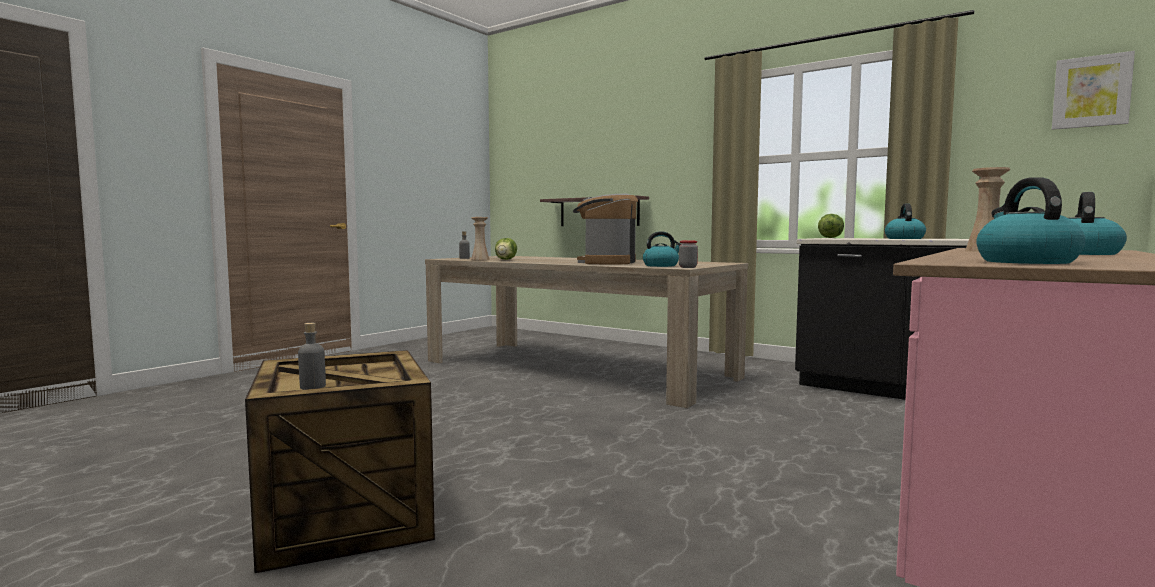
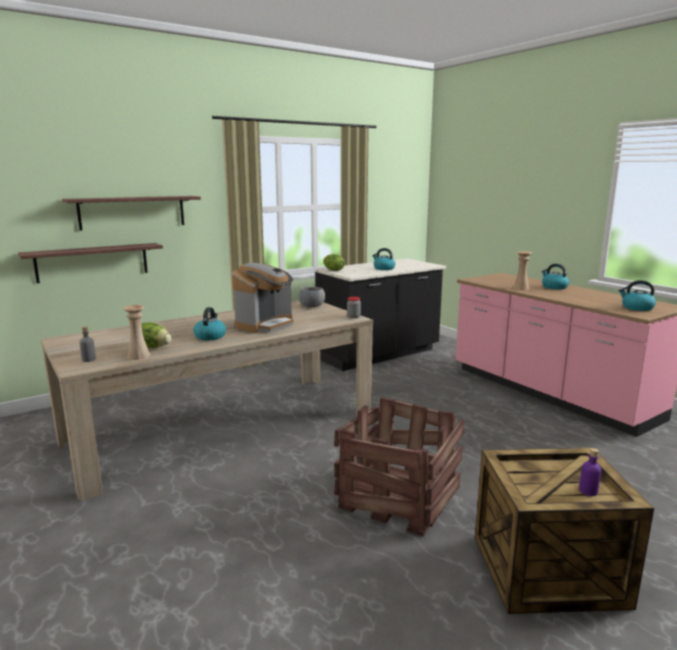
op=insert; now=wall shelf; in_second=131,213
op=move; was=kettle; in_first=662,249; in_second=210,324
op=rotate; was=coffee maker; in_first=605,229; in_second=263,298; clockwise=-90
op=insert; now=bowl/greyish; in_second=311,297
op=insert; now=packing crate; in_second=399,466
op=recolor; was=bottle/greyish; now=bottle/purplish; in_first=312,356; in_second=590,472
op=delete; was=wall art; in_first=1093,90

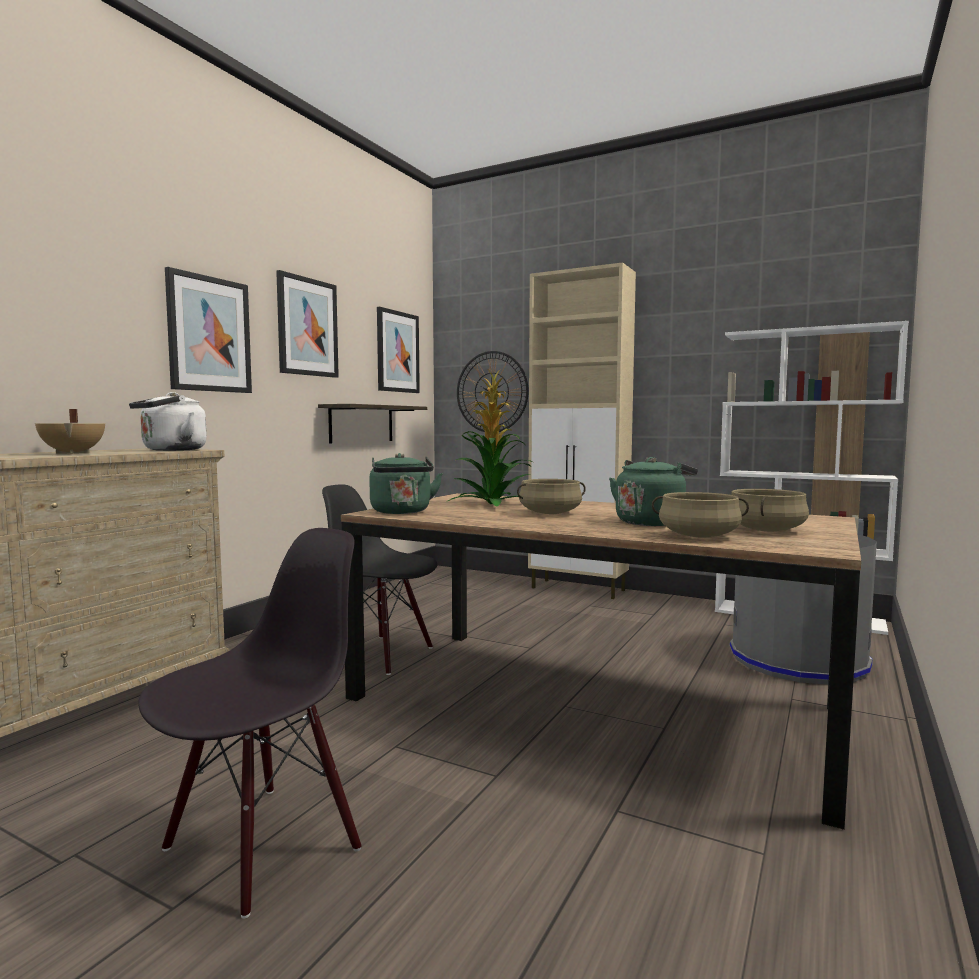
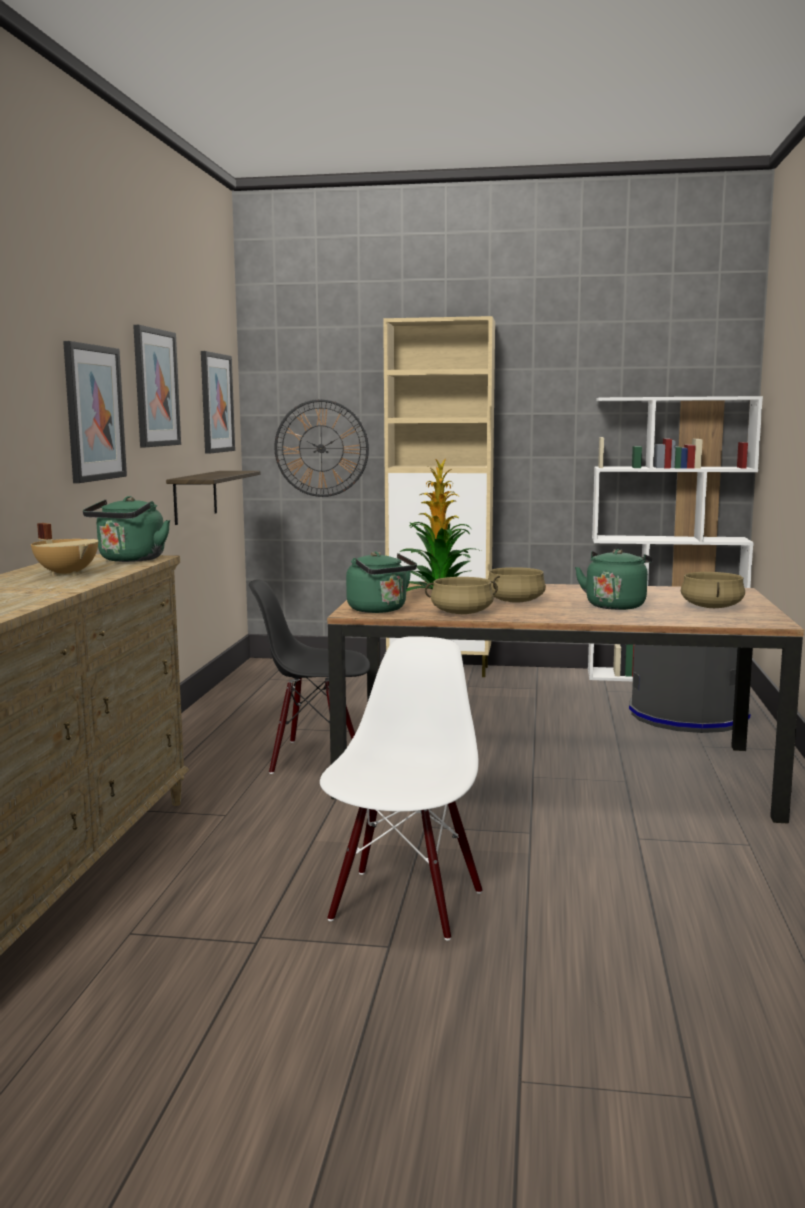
op=recolor; was=kettle/white; now=kettle/green-coloured; in_first=168,421; in_second=126,529
op=recolor; was=plain chair/blackish; now=plain chair/white; in_first=250,723; in_second=401,788
op=move; was=stockpot/beige-coloured; in_first=700,514; in_second=461,595

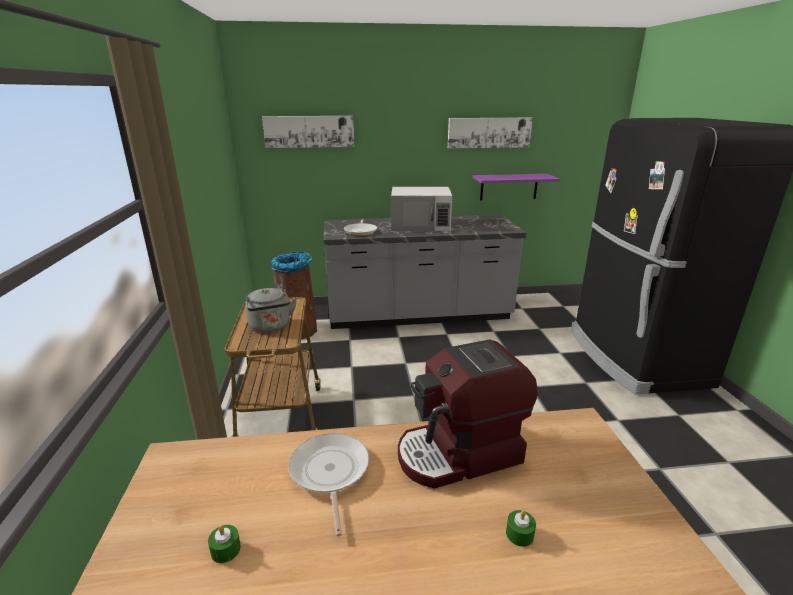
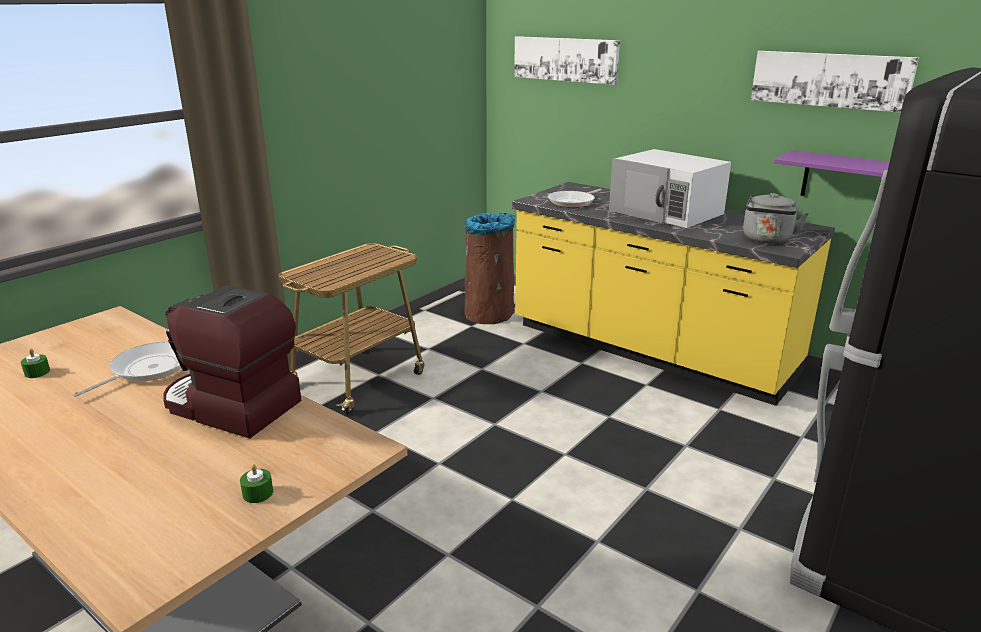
op=move; was=wax candle/green-coloured; in_first=521,528; in_second=256,483
op=recolor; was=kitchen base unit/greyish; now=kitchen base unit/yellowish; in_first=424,271; in_second=673,294
op=move; was=kettle/greyish; in_first=271,310; in_second=776,218

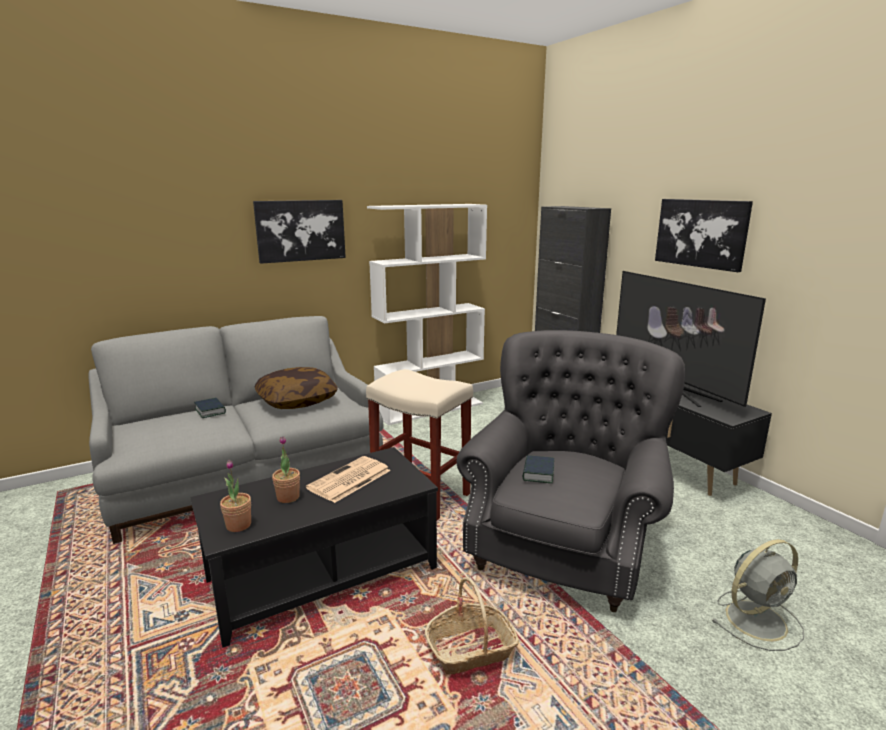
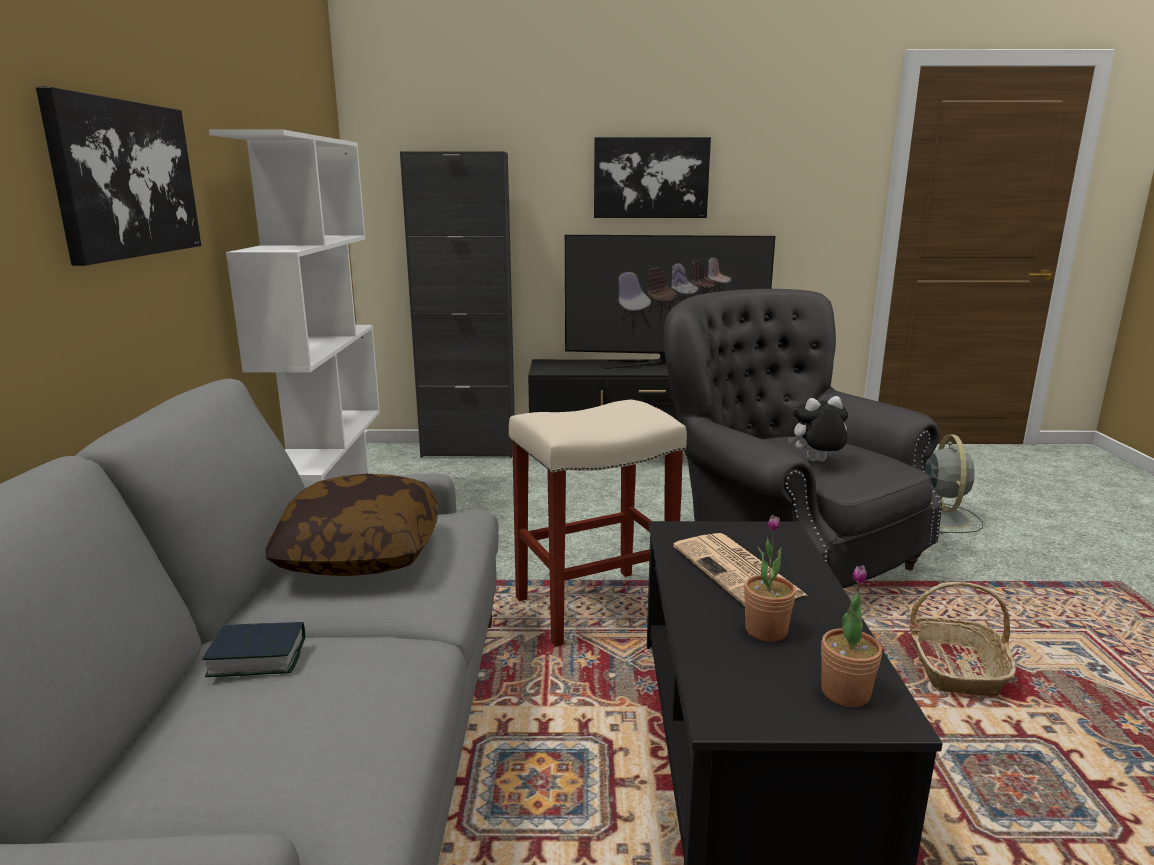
op=replace; was=volume; now=cuddly toy; in_first=538,469; in_second=818,428

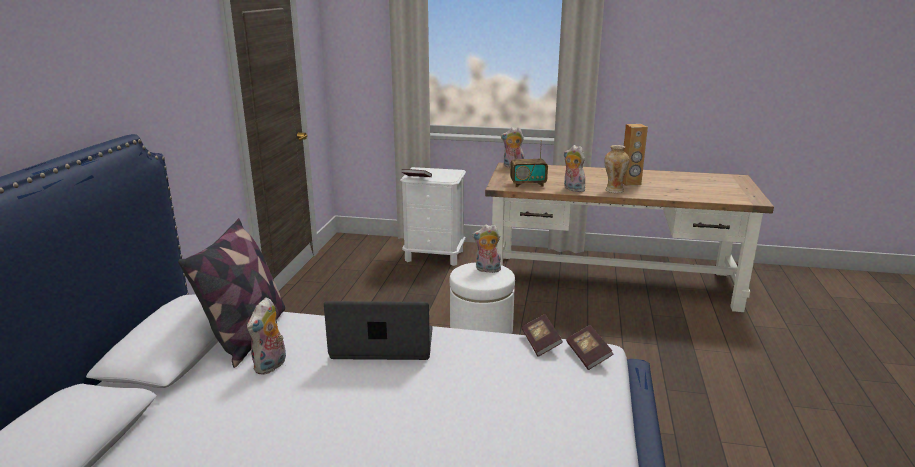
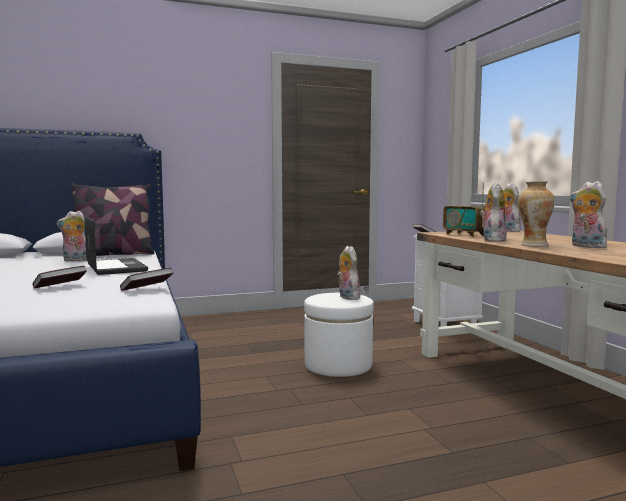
op=move; was=volume; in_first=589,347; in_second=60,277
op=replace; was=audio speaker/brown; now=cuddly toy; in_first=635,155; in_second=588,214

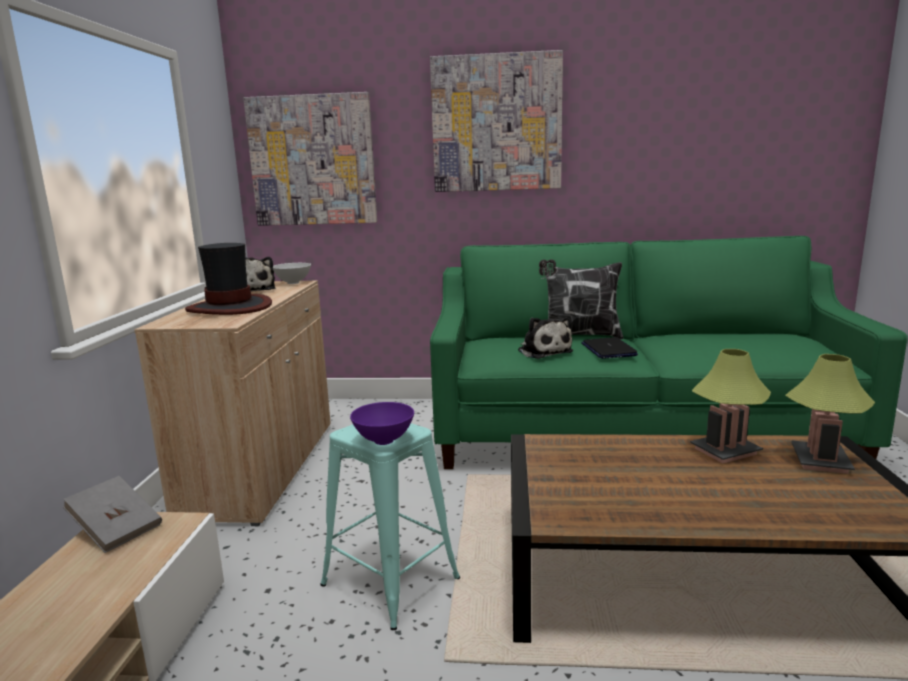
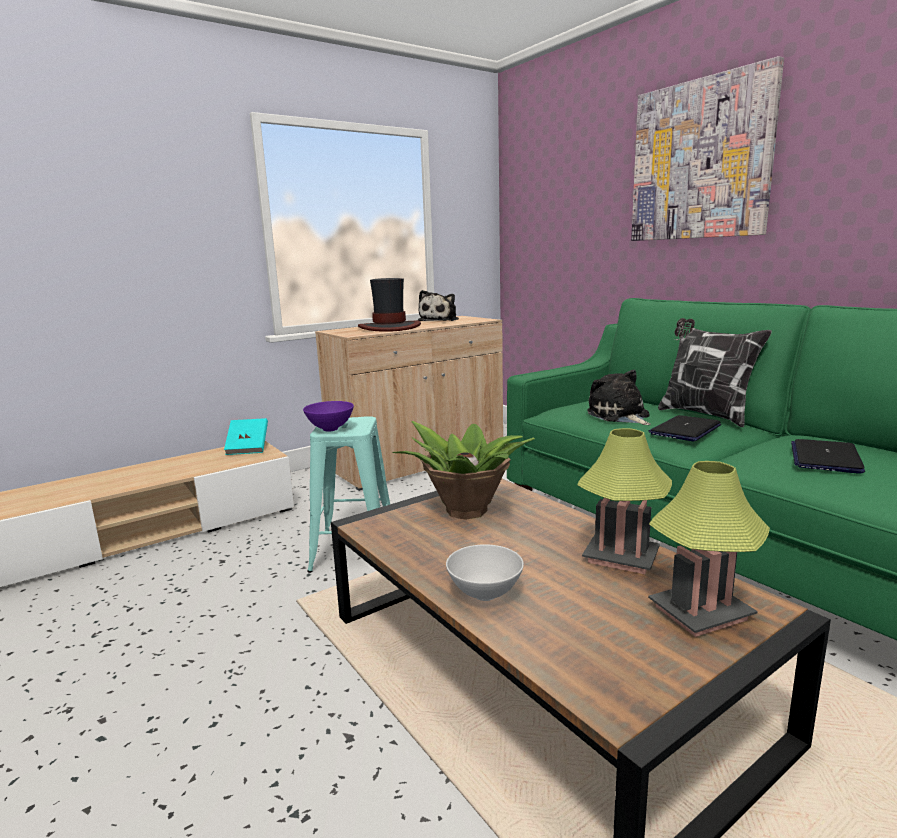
op=recolor; was=volume/greyish; now=volume/turquoise; in_first=112,514; in_second=246,436
op=insert; now=potted plant; in_second=463,470
op=move; was=bowl/white; in_first=292,273; in_second=485,572
op=rotate; was=cuddly toy; in_first=545,338; in_second=619,397; clockwise=135
op=insert; now=laptop; in_second=828,456
op=delete; was=wall art; in_first=310,159

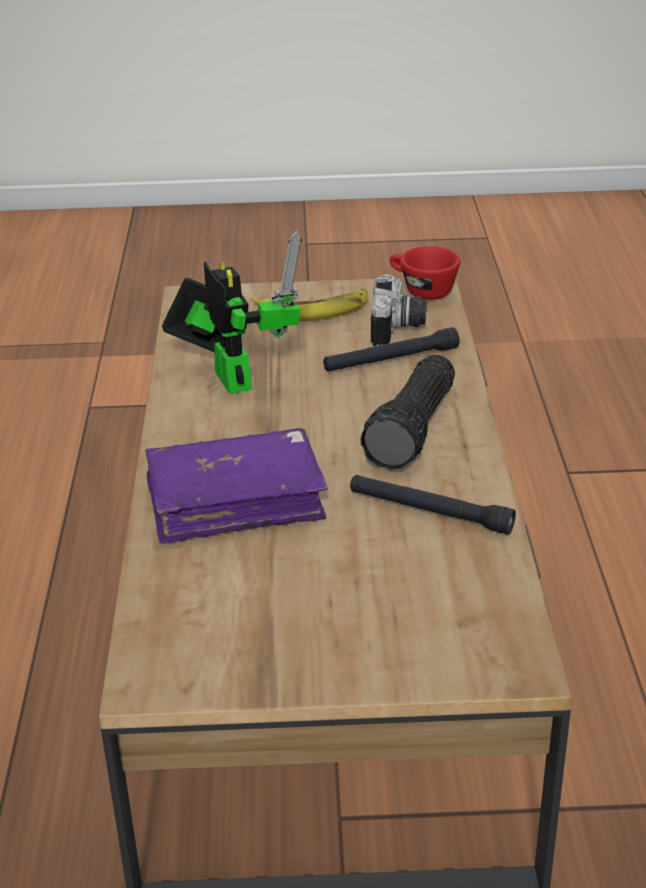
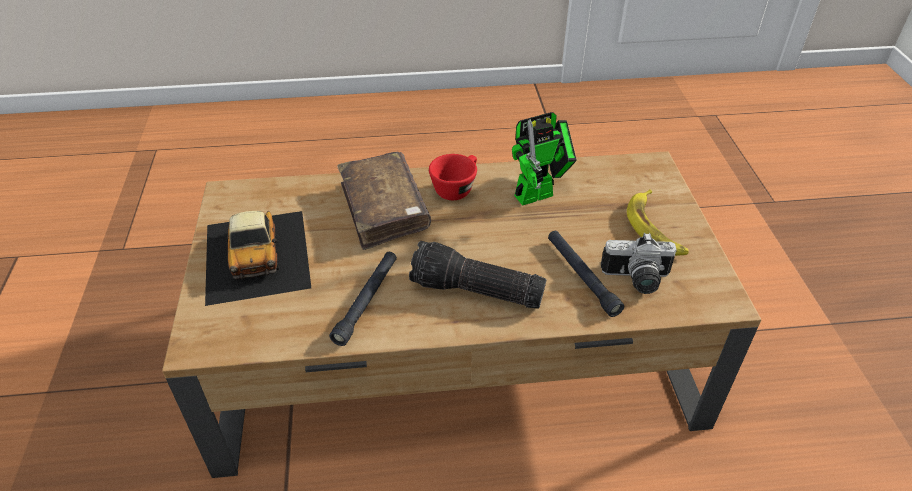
op=insert; now=model car; in_second=258,258
op=recolor; was=volume/purplish; now=volume/brown; in_first=236,486; in_second=384,201
op=move; was=small cup/red-coloured; in_first=425,273; in_second=453,177

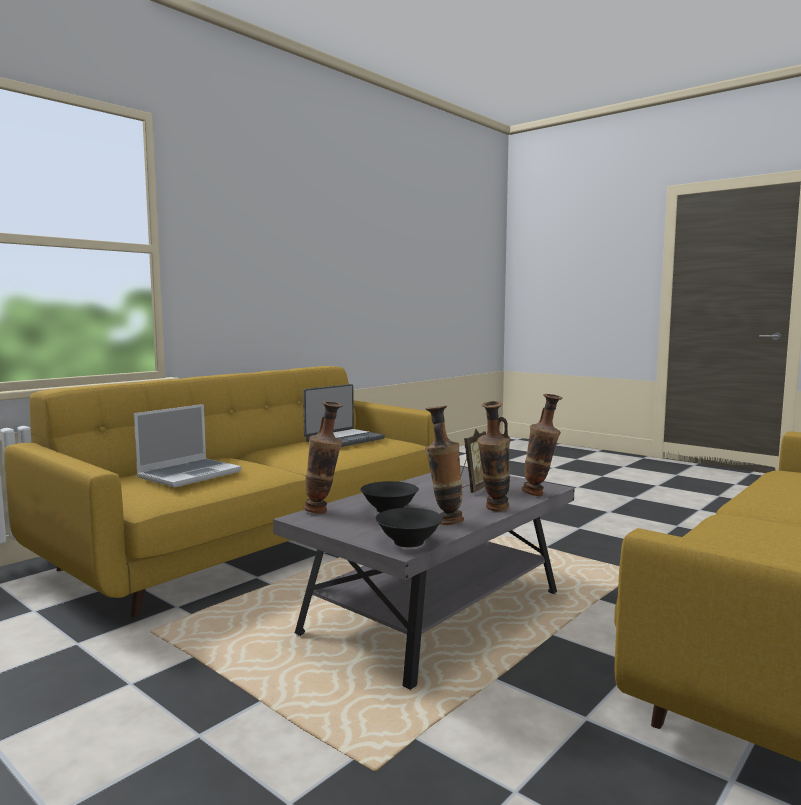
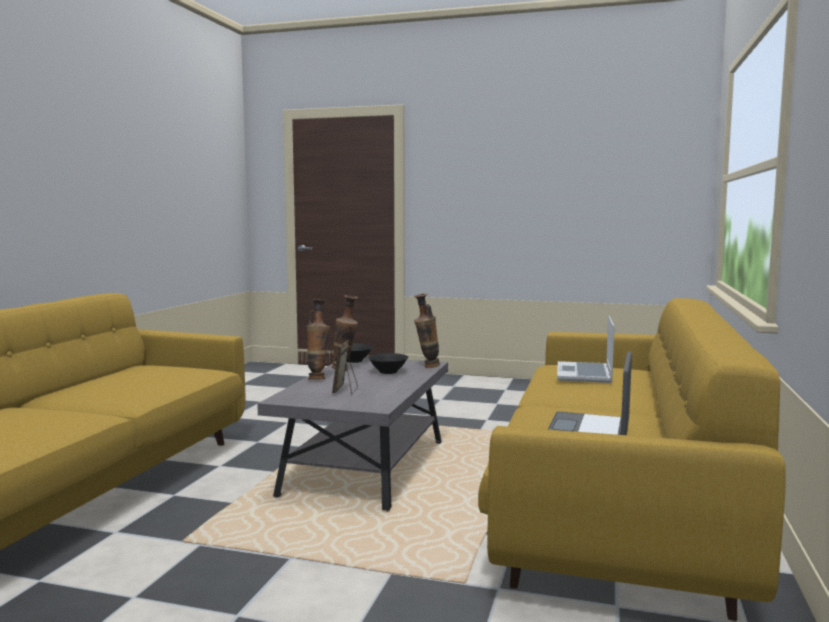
op=delete; was=vase; in_first=542,445

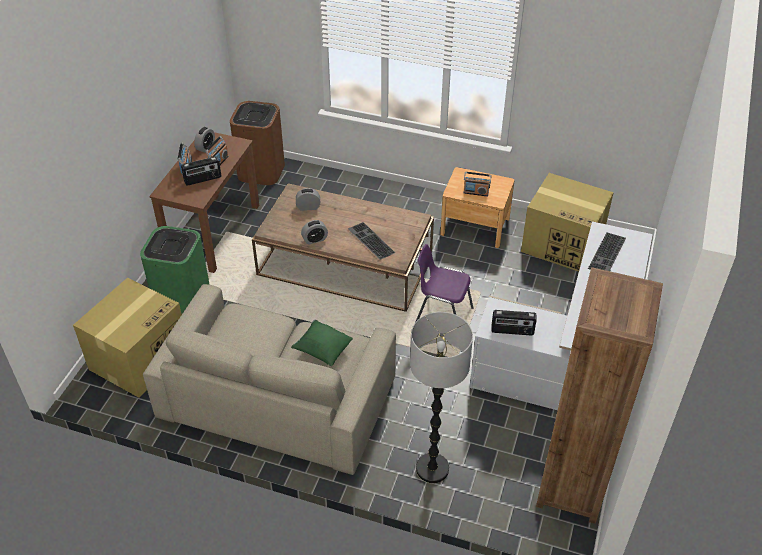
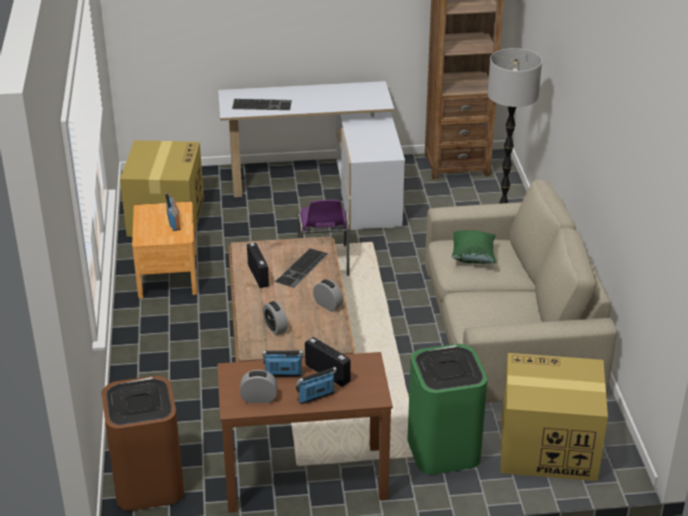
op=move; was=radio; in_first=514,323; in_second=258,265

